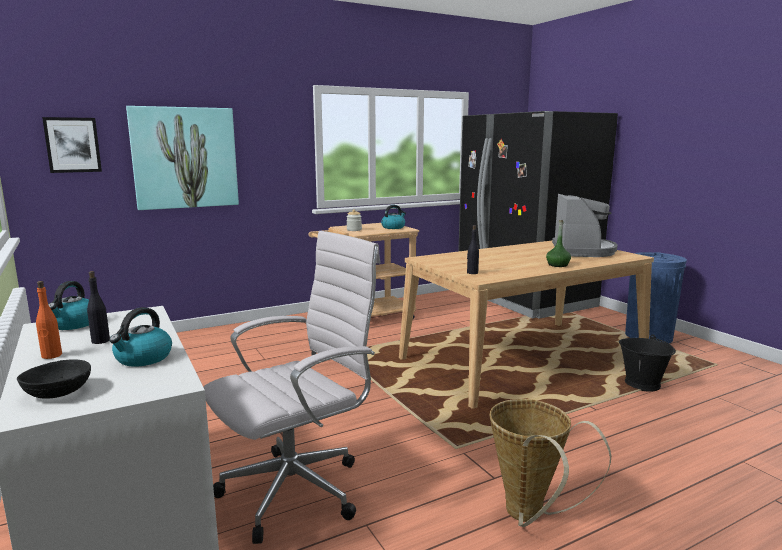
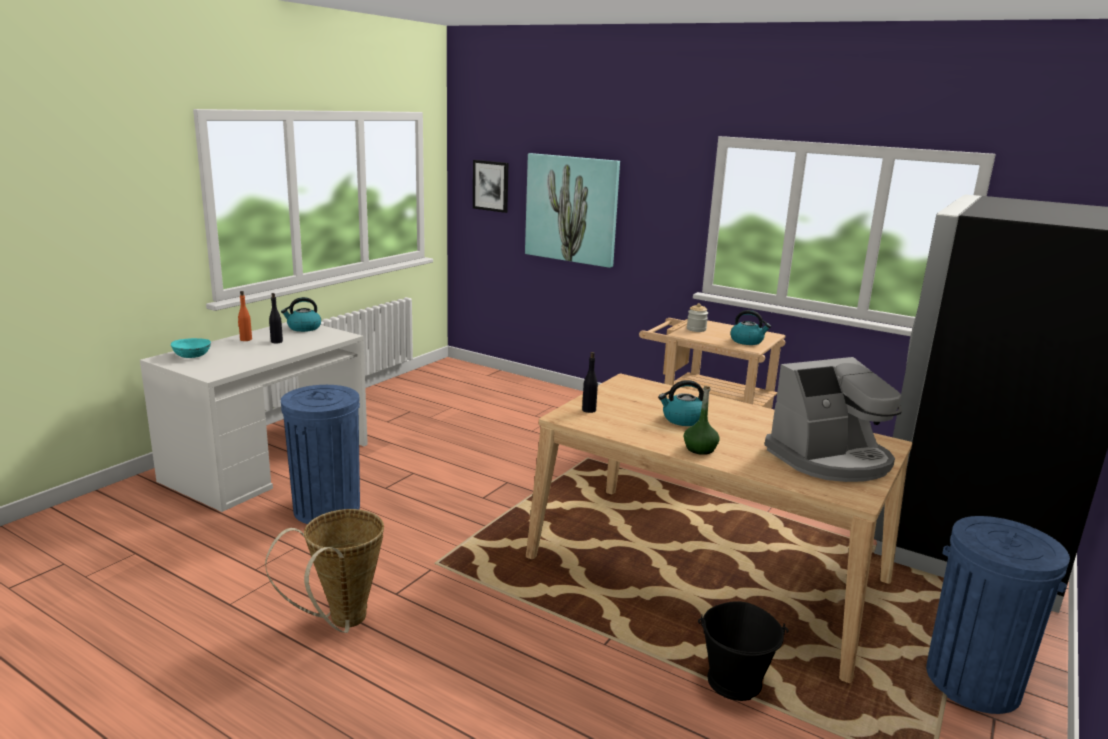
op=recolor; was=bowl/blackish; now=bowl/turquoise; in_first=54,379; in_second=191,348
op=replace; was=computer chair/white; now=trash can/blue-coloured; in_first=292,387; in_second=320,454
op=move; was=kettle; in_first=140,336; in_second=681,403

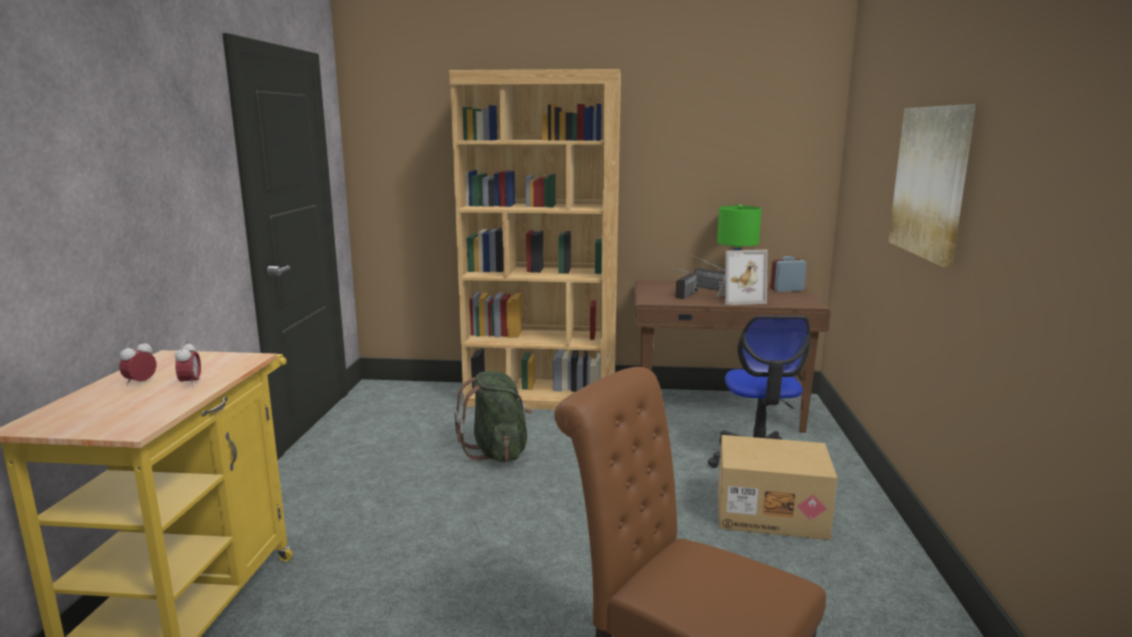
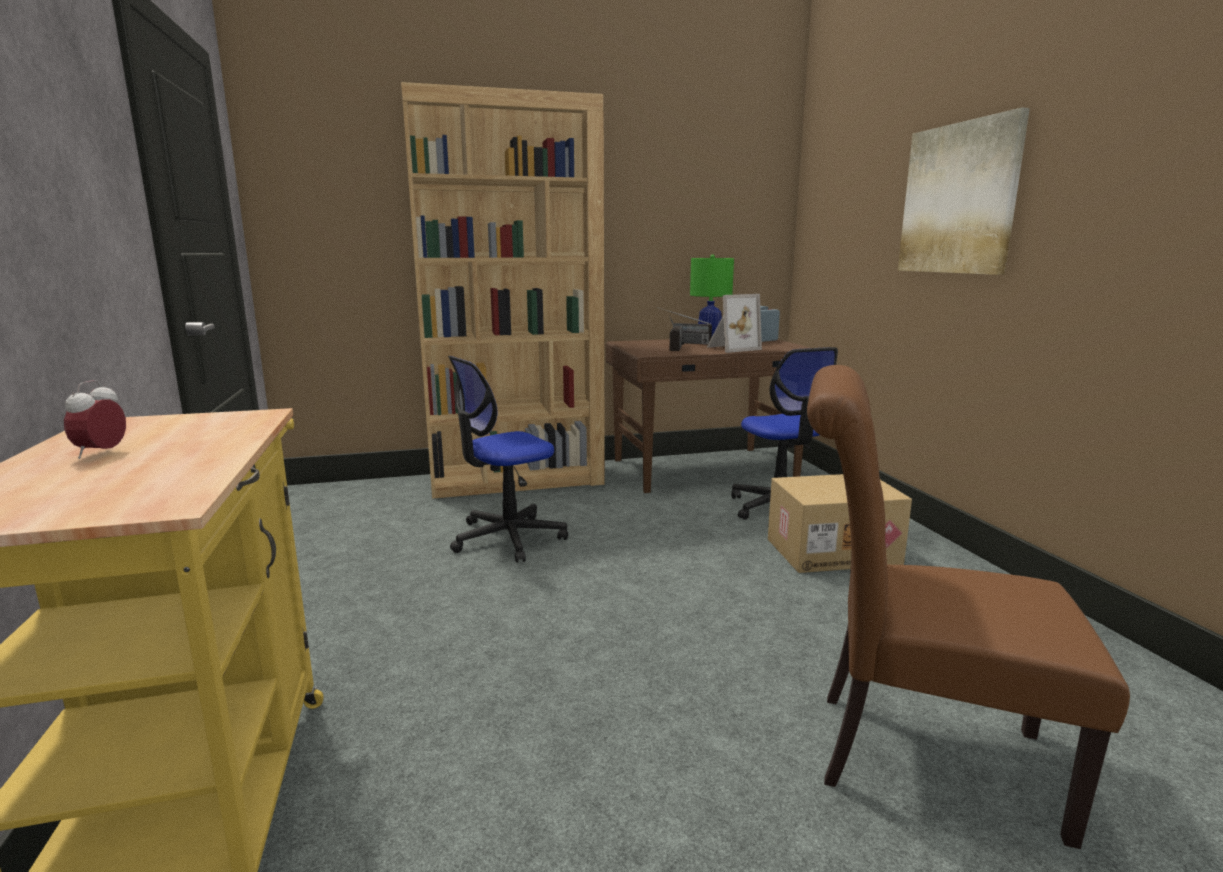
op=replace; was=rucksack/green-coloured; now=computer chair; in_first=493,416; in_second=508,459
op=delete; was=table clock; in_first=188,363

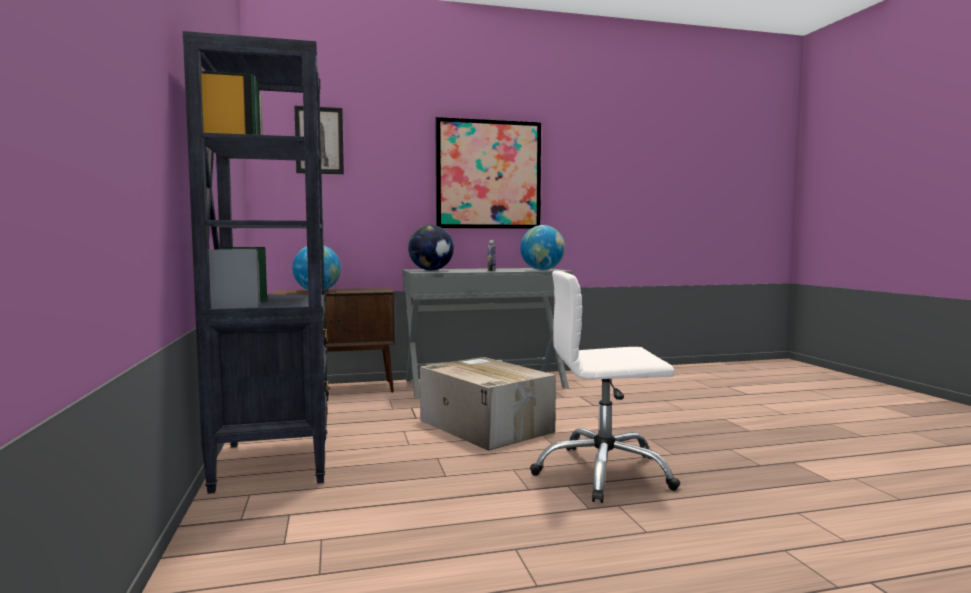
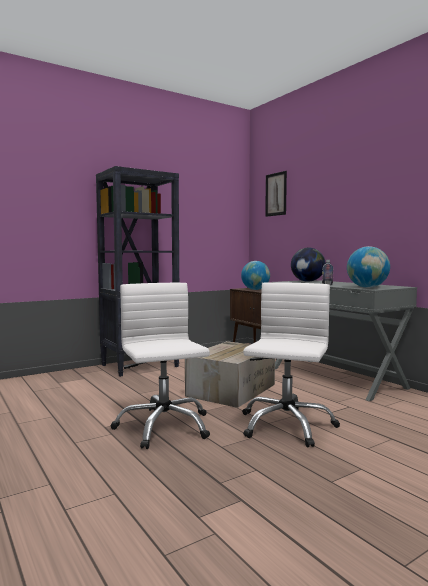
op=insert; now=computer chair/white; in_second=291,364
op=delete; was=wall art; in_first=488,173

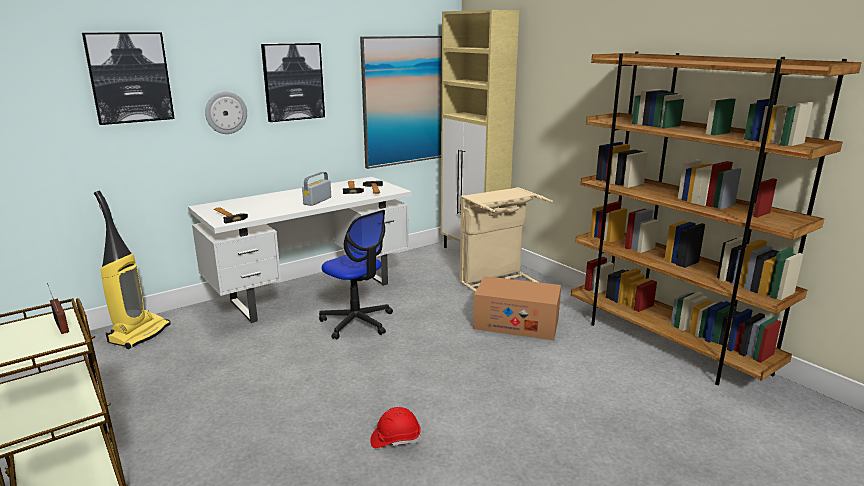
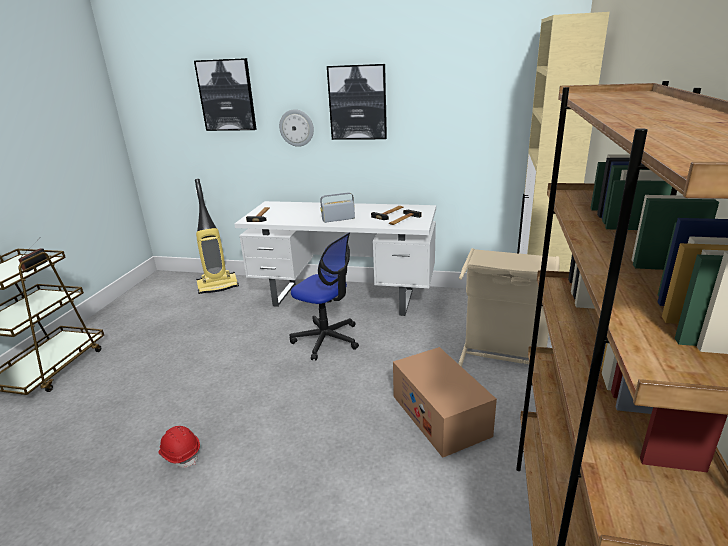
op=rotate; was=computer chair; in_first=356,275; in_second=324,296; clockwise=-60
op=delete; was=wall art; in_first=401,102

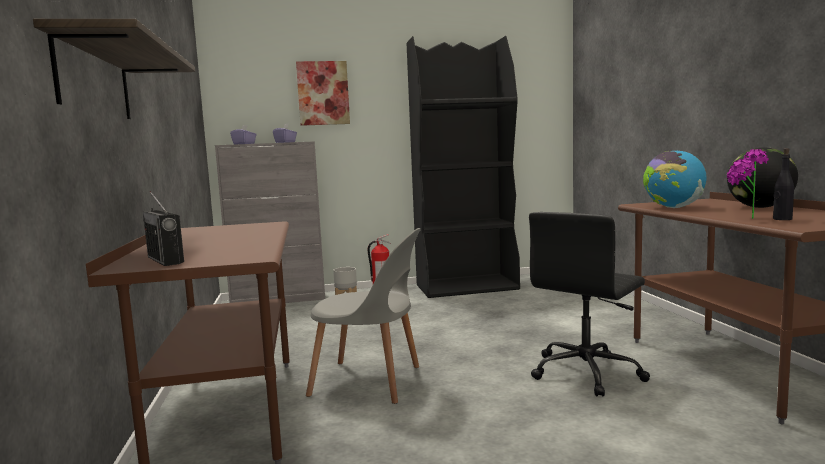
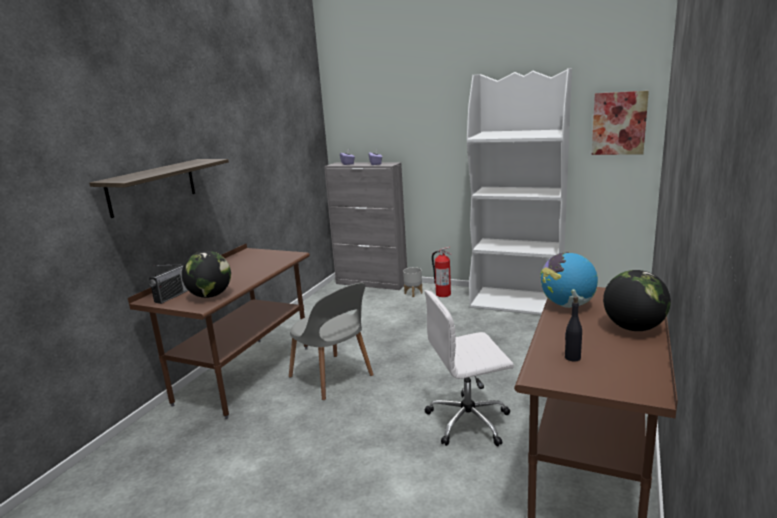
op=rotate; was=radio; in_first=163,228; in_second=168,284; clockwise=-150
op=insert; now=globe; in_second=206,274
op=recolor; was=computer chair/blackish; now=computer chair/white; in_first=589,304; in_second=469,368
op=recolor; was=shelving unit/blackish; now=shelving unit/white; in_first=463,167; in_second=519,191
op=move; was=wall art; in_first=323,93; in_second=620,123
op=delete; was=potted plant; in_first=748,184

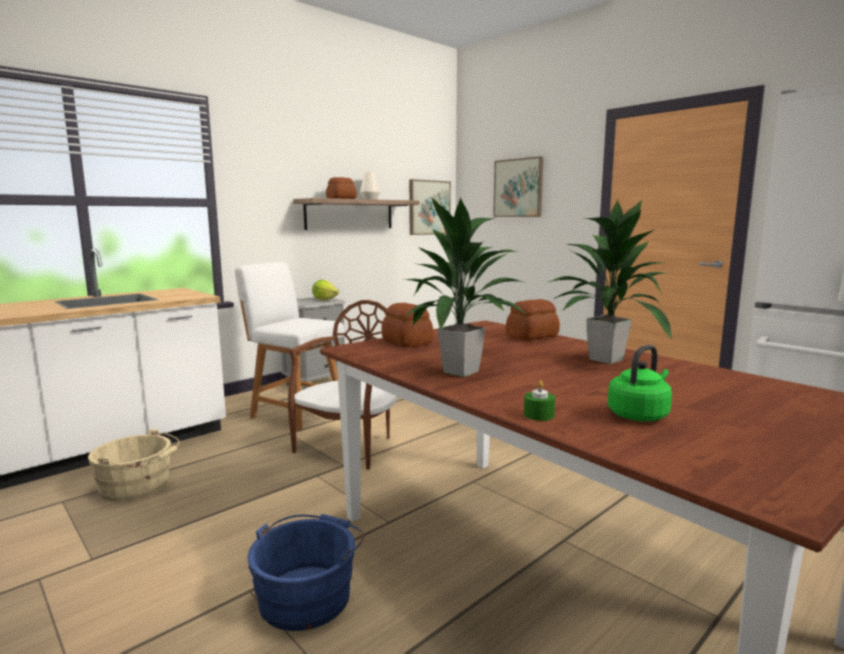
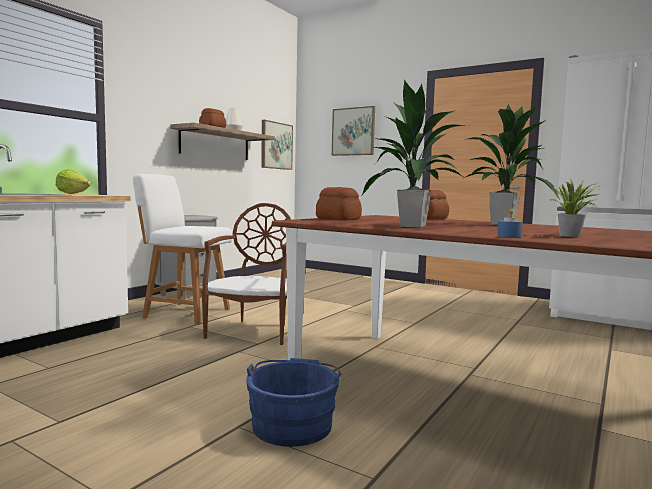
op=move; was=lettuce; in_first=325,290; in_second=73,182
op=recolor; was=wax candle/green-coloured; now=wax candle/blue-coloured; in_first=539,400; in_second=509,223
op=replace; was=kettle/green-coloured; now=potted plant; in_first=640,383; in_second=575,207
op=delete; was=pail/beige-coloured; in_first=133,465

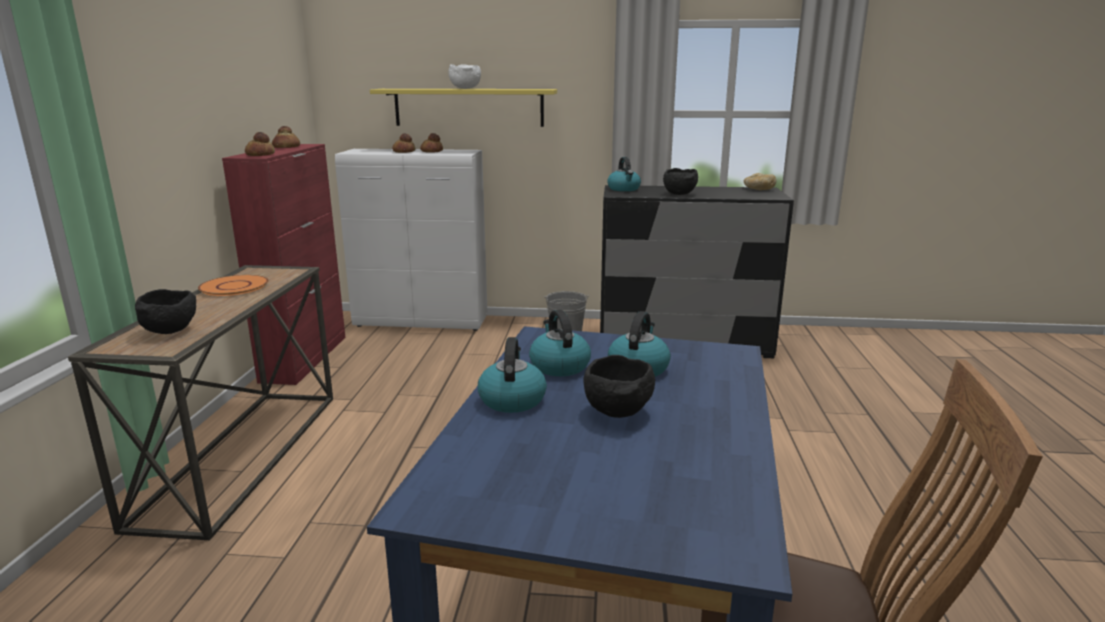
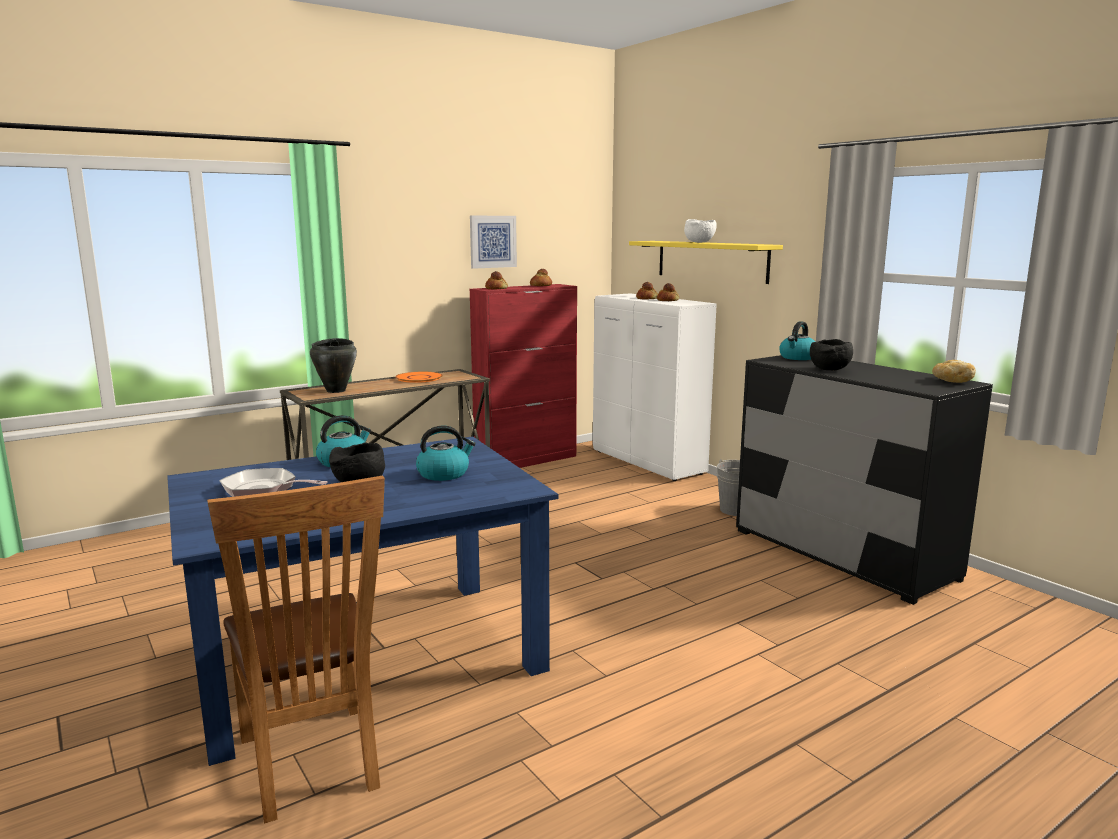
op=insert; now=pan; in_second=273,482
op=replace; was=bowl/blackish; now=stockpot/blackish; in_first=165,311; in_second=333,365
op=insert; now=wall art; in_second=493,242
op=delete; was=kettle; in_first=560,343

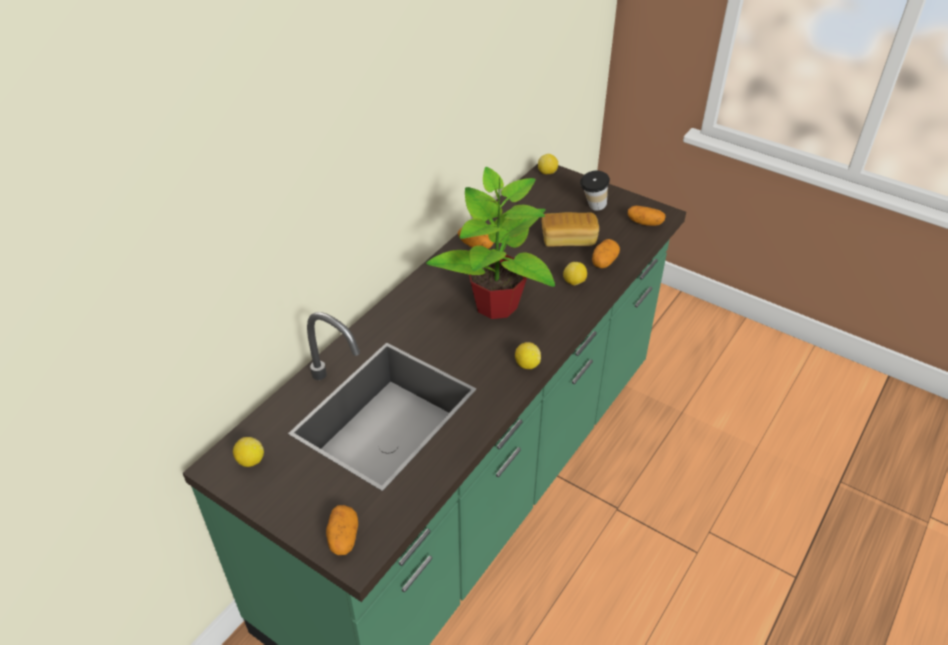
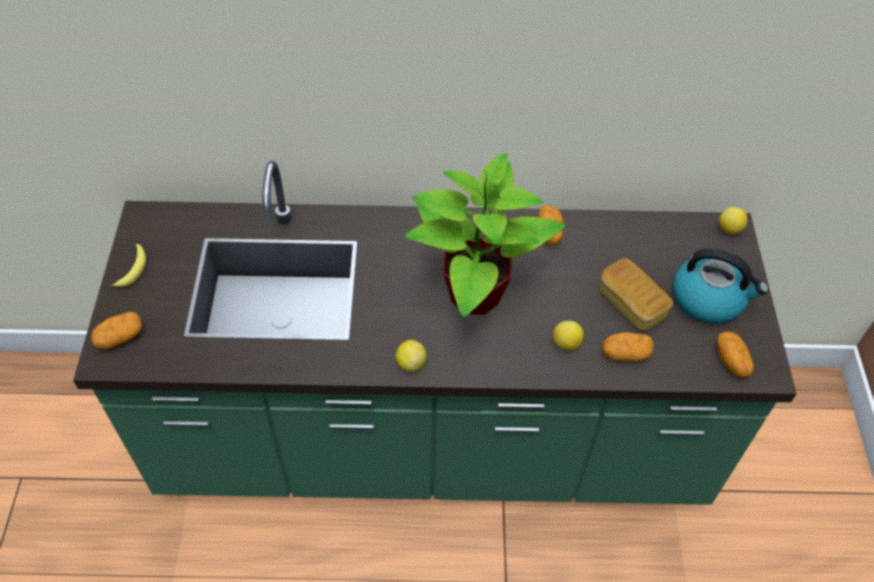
op=insert; now=banana fruit; in_second=128,265
op=replace; was=small cup; now=kettle; in_first=595,191; in_second=721,286
op=delete; was=citrus fruit; in_first=248,452

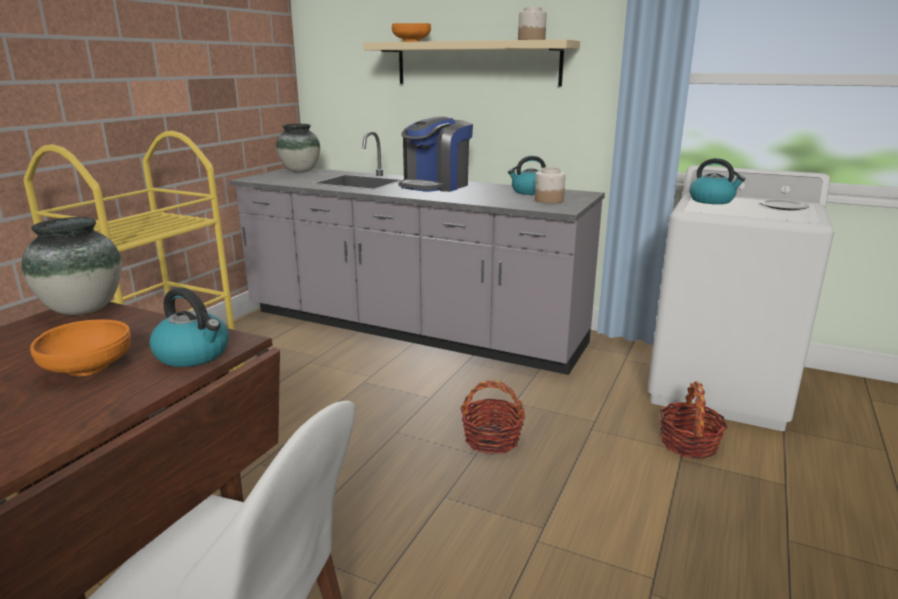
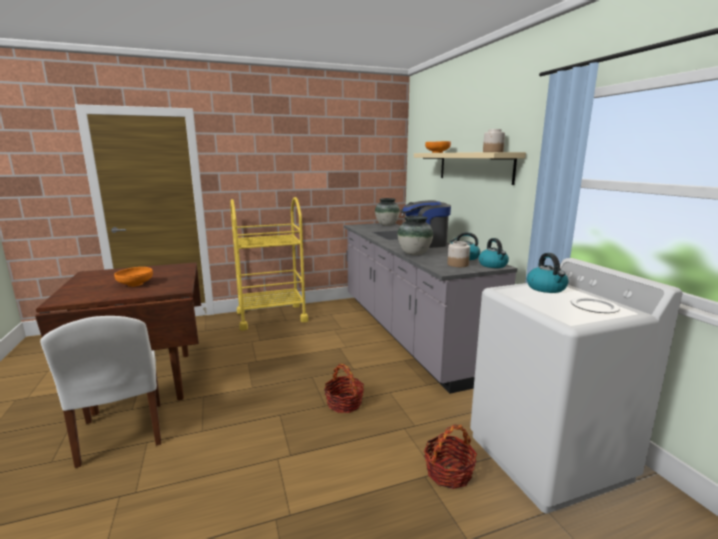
op=move; was=vase; in_first=72,266; in_second=415,236
op=move; was=kettle; in_first=189,327; in_second=493,253

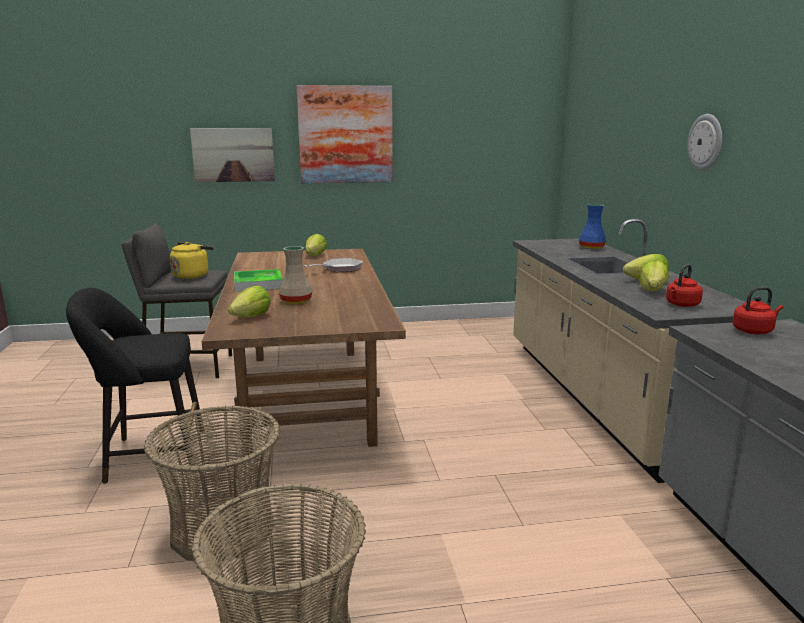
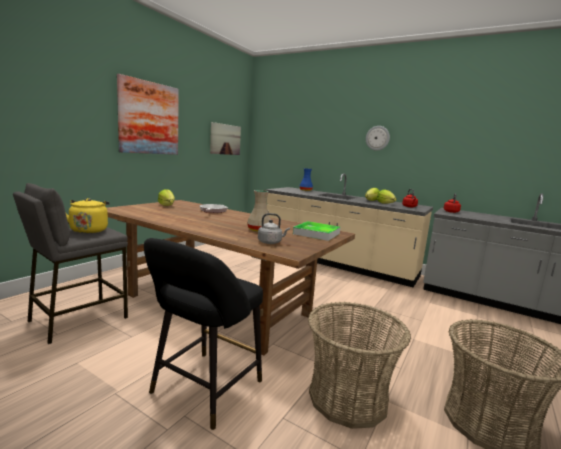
op=move; was=wall art; in_first=232,155; in_second=225,138
op=replace; was=lettuce; now=kettle/greyish; in_first=249,301; in_second=274,228
op=move; was=carrying tray; in_first=258,280; in_second=317,231

